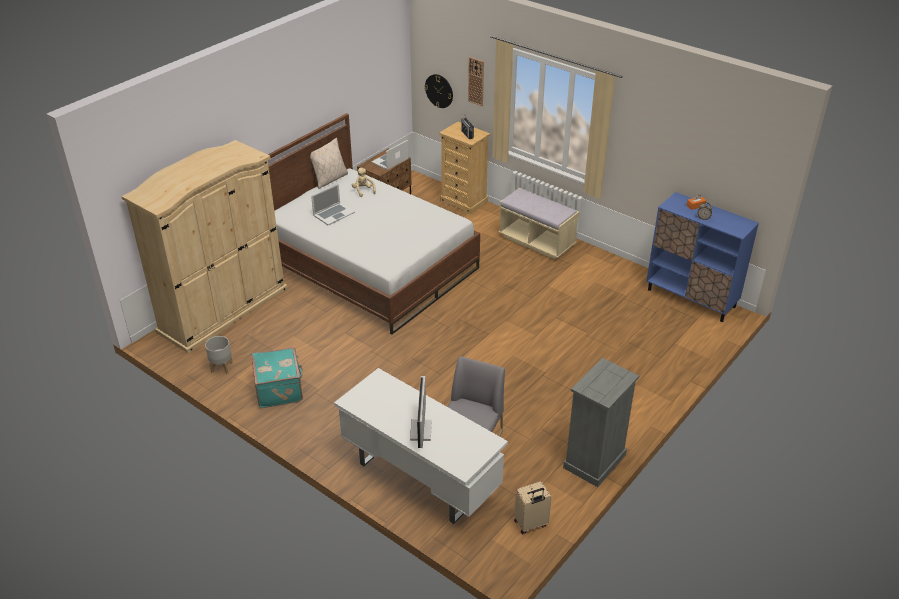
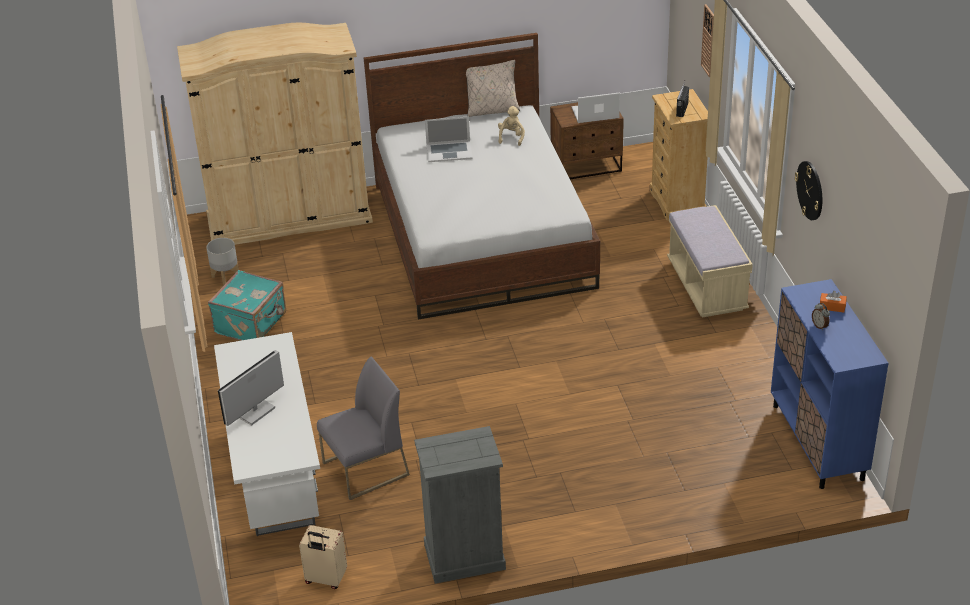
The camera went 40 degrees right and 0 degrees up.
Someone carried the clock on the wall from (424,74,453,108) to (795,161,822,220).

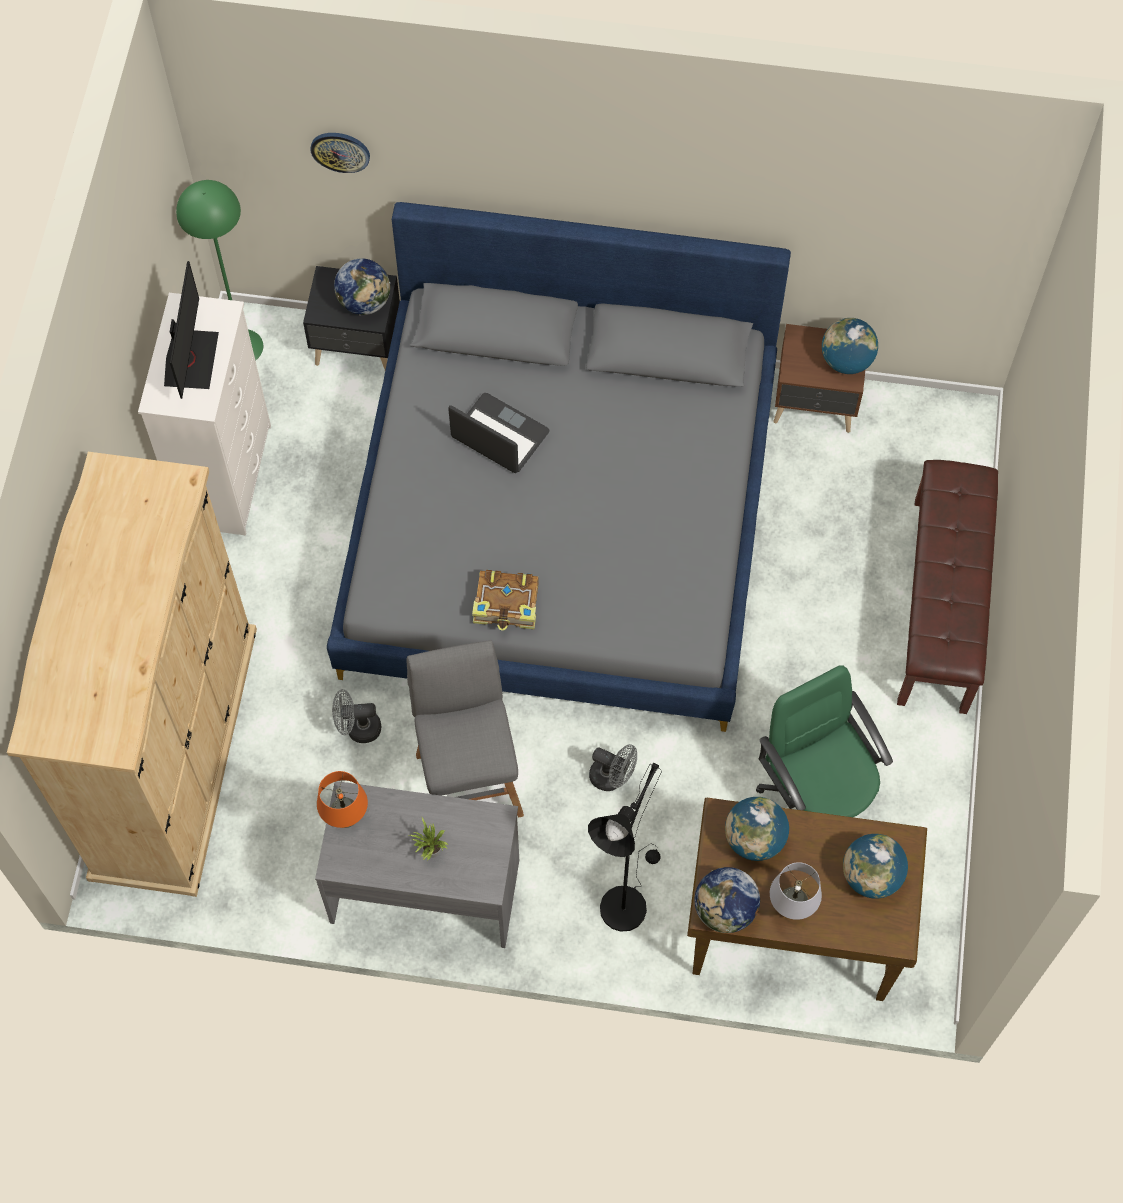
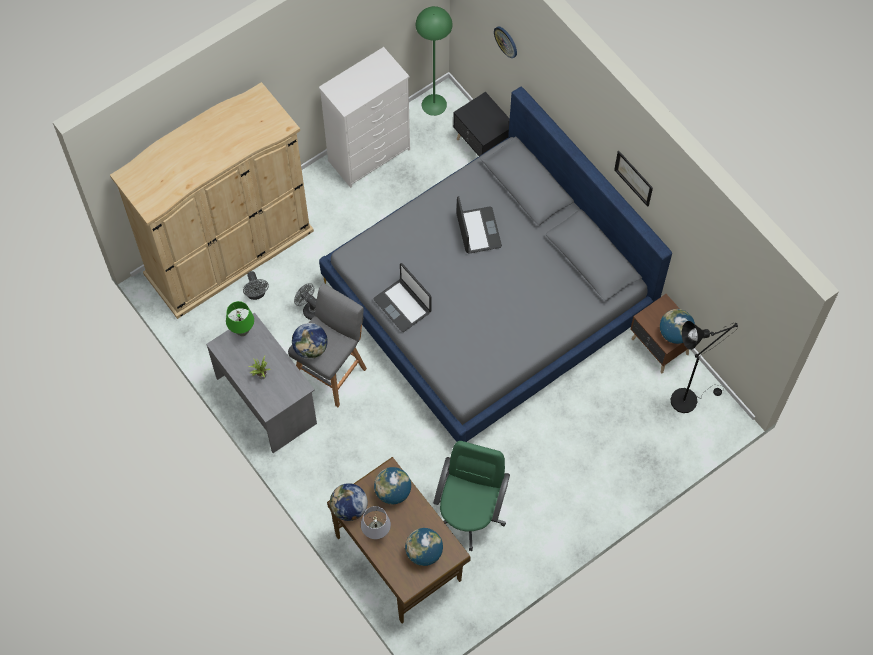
The camera went 45 degrees right and 0 degrees up.
Someone carried the world globe from (334,259,391,315) to (292,323,328,359).
Someone took away the monitor at (164,261,219,399).
Someone took away the brown-coloured bench at (897,460,998,714).
Someone swapped the volume at (472,569,538,631) for the portable computer at (374,263,431,332).
Someone carried the greyish fan from (589,744,637,791) to (243,271,269,300).
Someone carried the black-coloured standard lamp from (588,763,662,932) to (670,321,738,413).
Someone repainted the orange-coloured table lamp at (317,771,368,828), which became the greenish table lamp at (226,301,254,336).
Someone put up the picture at (614,151,653,207).

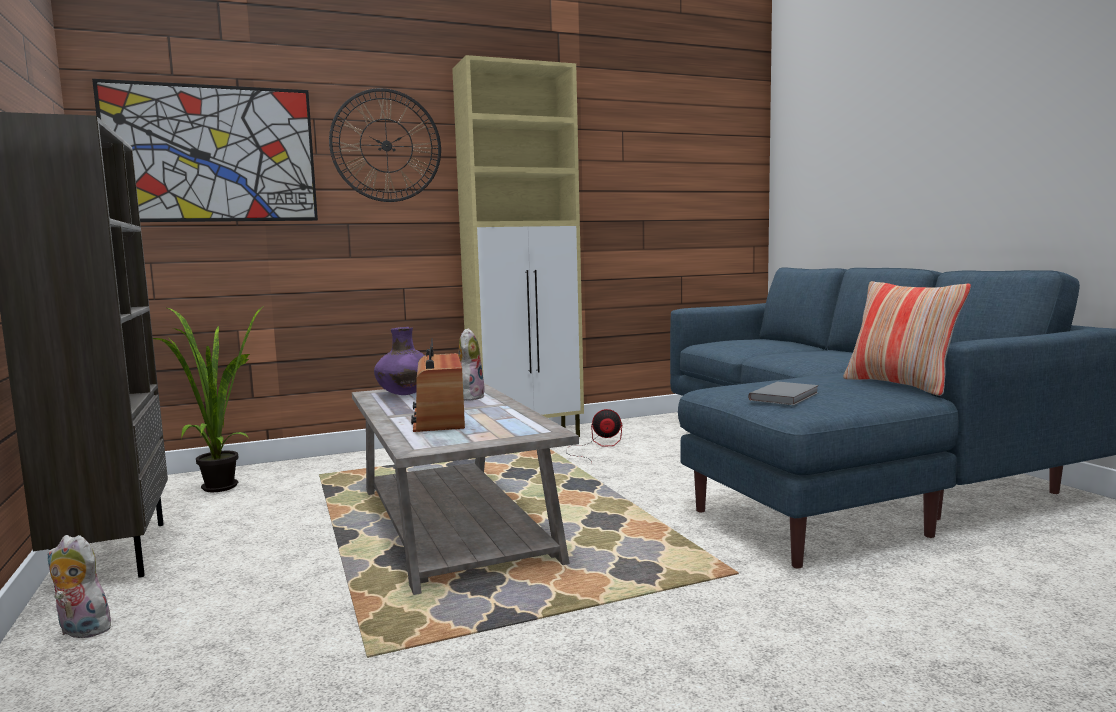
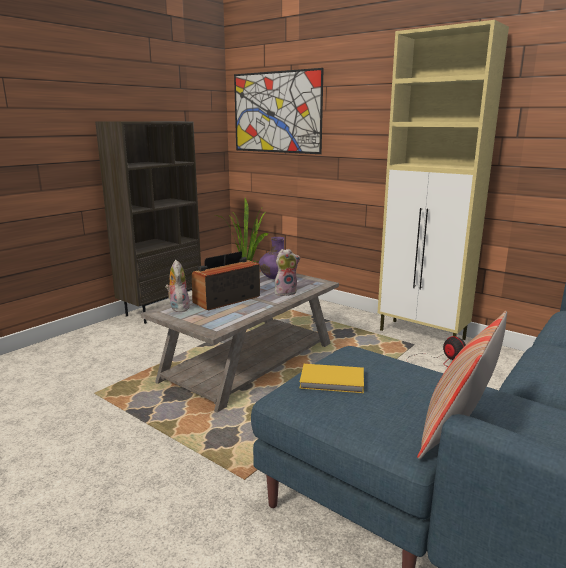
The camera went 60 degrees right and 10 degrees up.
Someone took away the clock on the wall at (329,88,441,202).
Someone repainted the greyish volume at (748,381,819,405), which became the yellow-coloured volume at (299,364,364,393).
Someone carried the soft toy from (47,535,111,638) to (165,260,190,312).

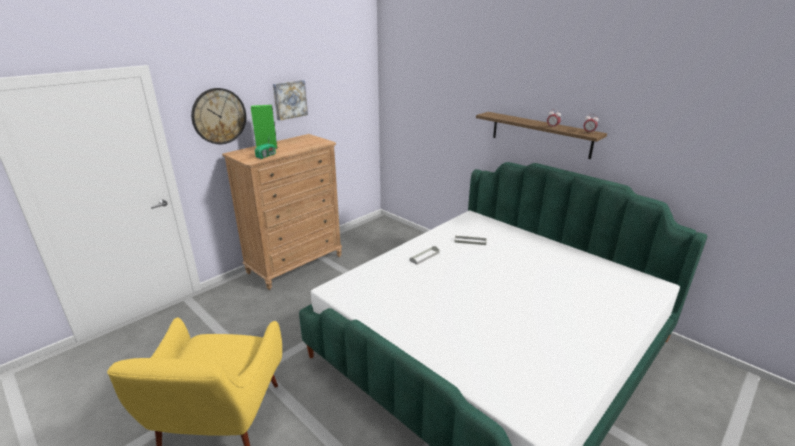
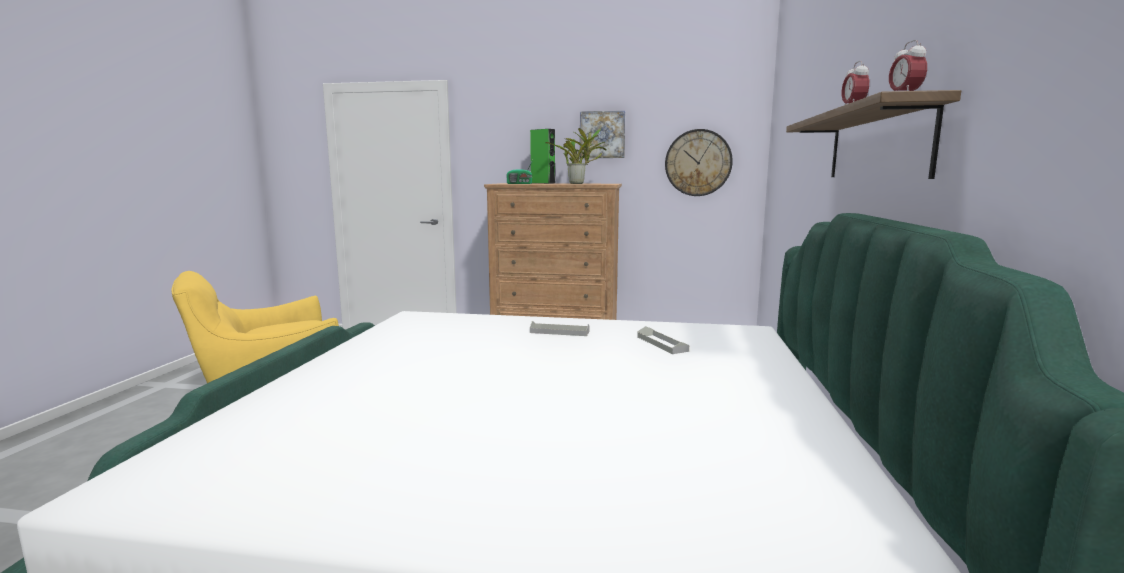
The camera went 55 degrees right and 15 degrees down.
Someone carried the clock on the wall from (191,88,246,144) to (665,129,733,196).
Someone put down the houseplant at (545,128,607,184).

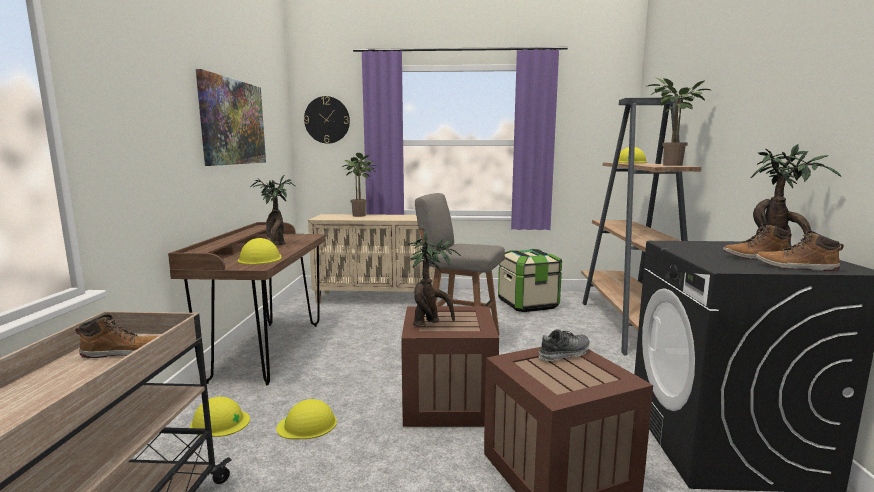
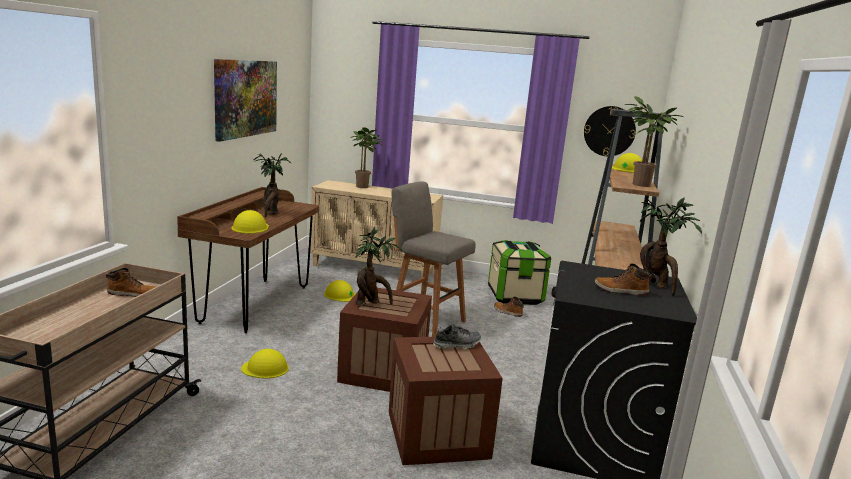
The camera went 10 degrees right and 5 degrees up.
Someone carried the clock on the wall from (304,96,350,144) to (584,106,636,156).
Someone carried the tall boot from (756,231,844,271) to (494,297,524,317).
Someone carried the yellow-coloured hard hat from (190,397,250,437) to (324,280,356,302).

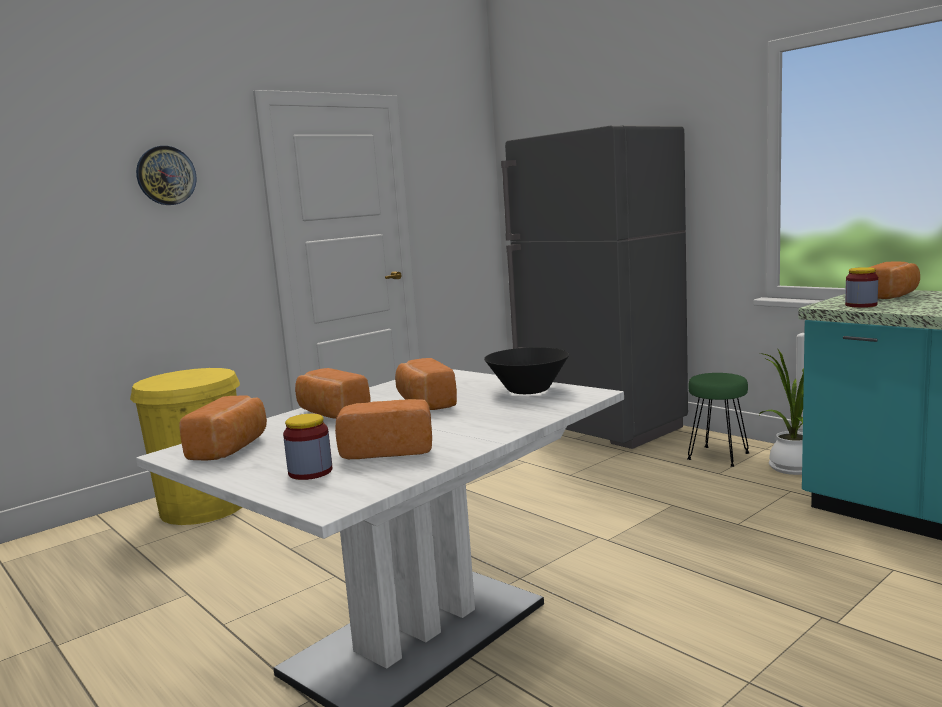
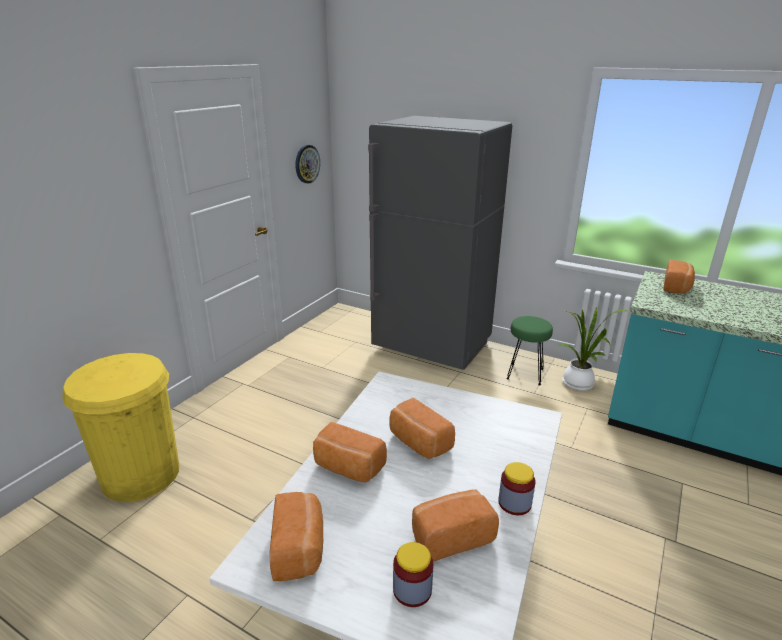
The camera went 20 degrees left and 15 degrees up.
Someone carried the clock on the wall from (136,146,197,205) to (295,145,320,183).
Someone carried the storage jar from (845,267,878,308) to (498,462,535,515).
Someone took away the black-coloured serving bowl at (484,347,569,394).

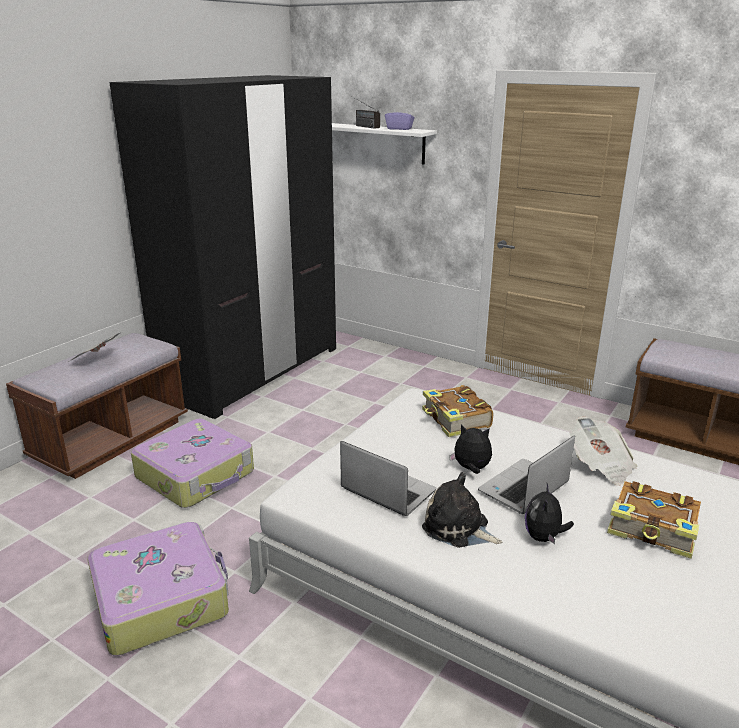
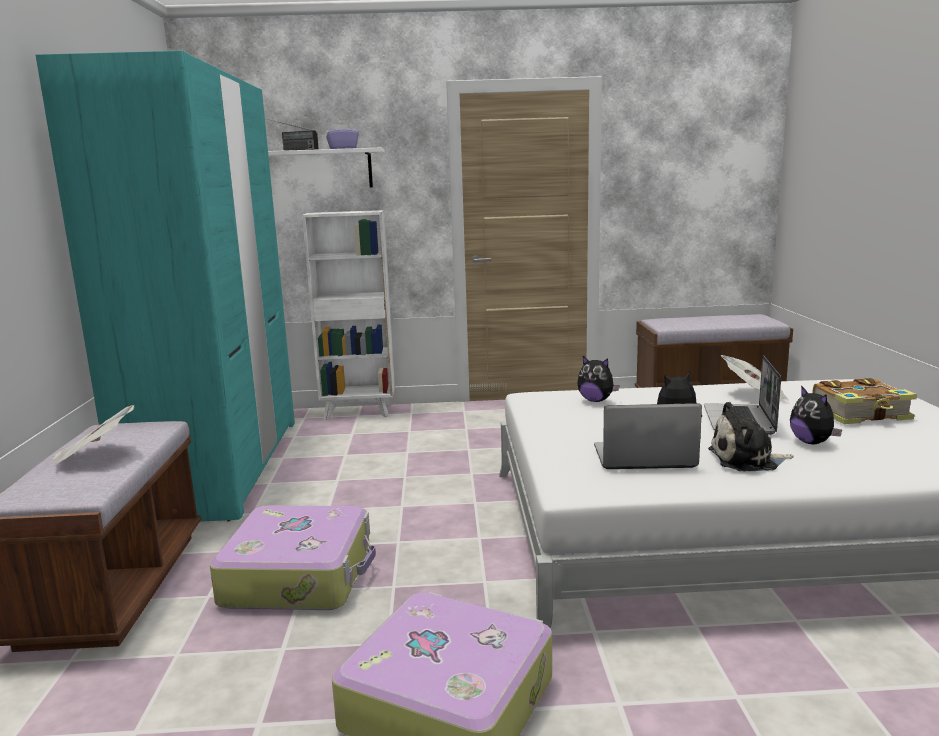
The camera went 35 degrees left and 10 degrees down.
Someone repainted the black-coloured armoire at (109,75,336,419), which became the turquoise armoire at (36,51,295,522).
Someone swapped the volume at (422,385,493,437) for the soft toy at (577,356,620,402).
Someone put down the white bookshelf at (302,210,395,420).

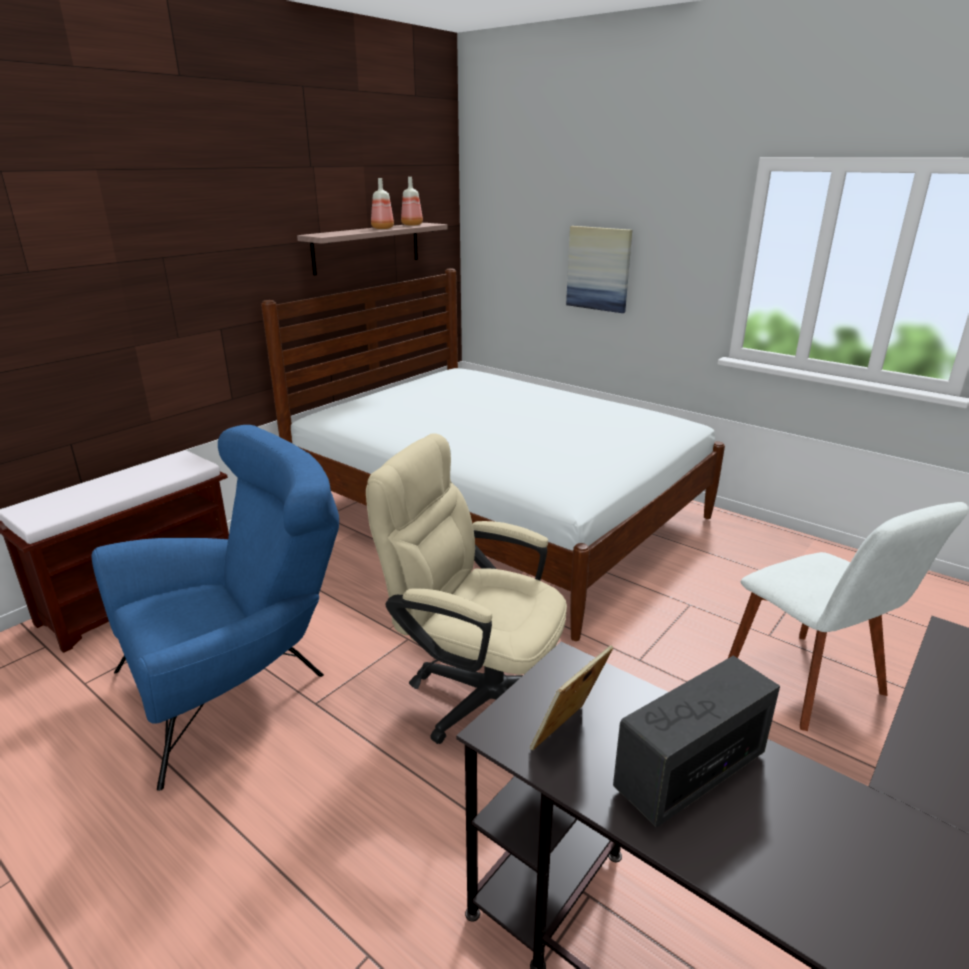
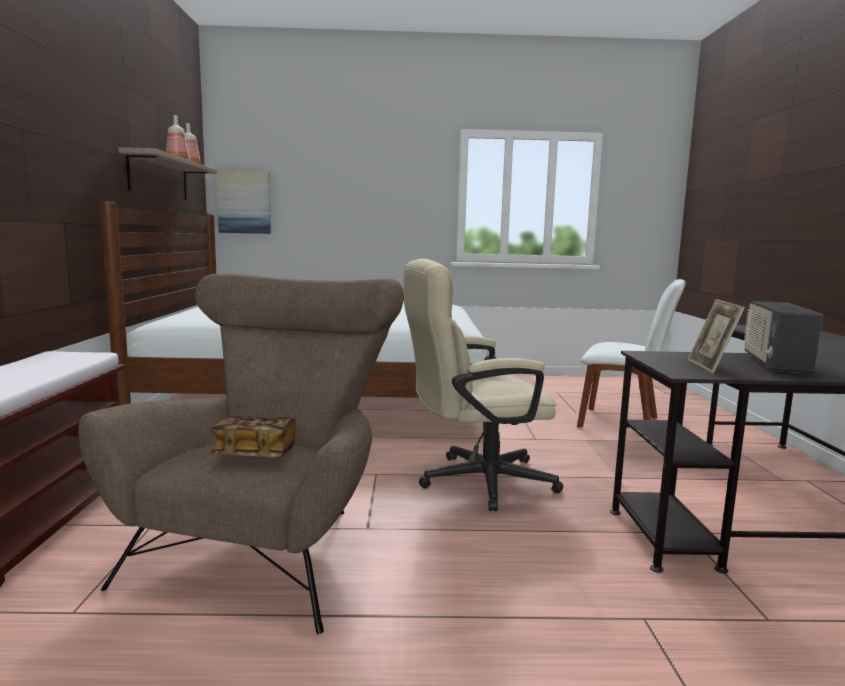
The camera went 40 degrees left and 15 degrees down.
Someone carried the picture from (566,226,632,313) to (216,171,271,234).
Someone repainted the blue lounge chair at (92,425,339,791), which became the brown-coloured lounge chair at (78,273,404,634).
Someone put down the volume at (211,416,296,457).

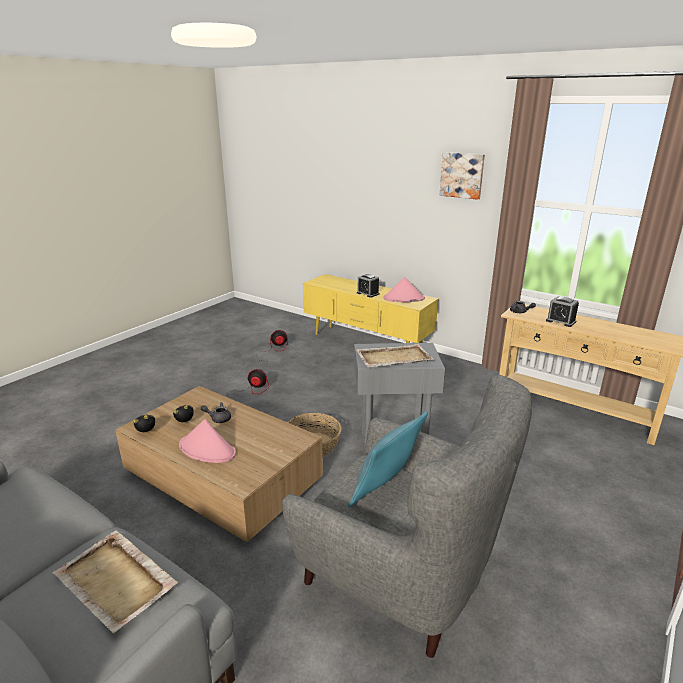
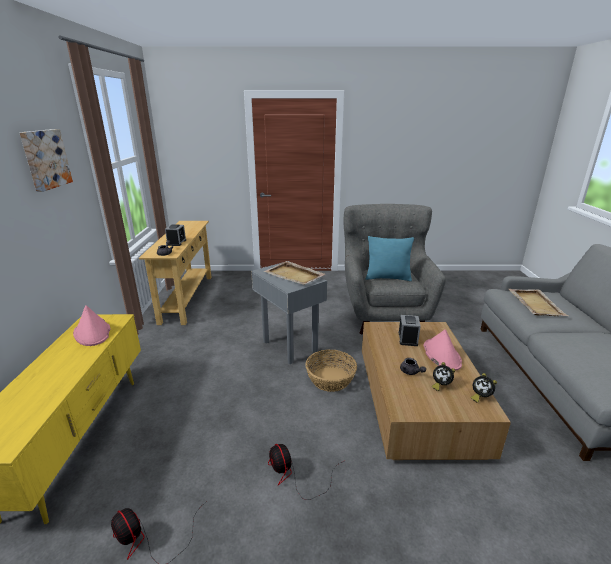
The camera went 125 degrees left and 0 degrees up.
Someone carried the bedside clock from (357,274,379,298) to (399,315,421,346).

